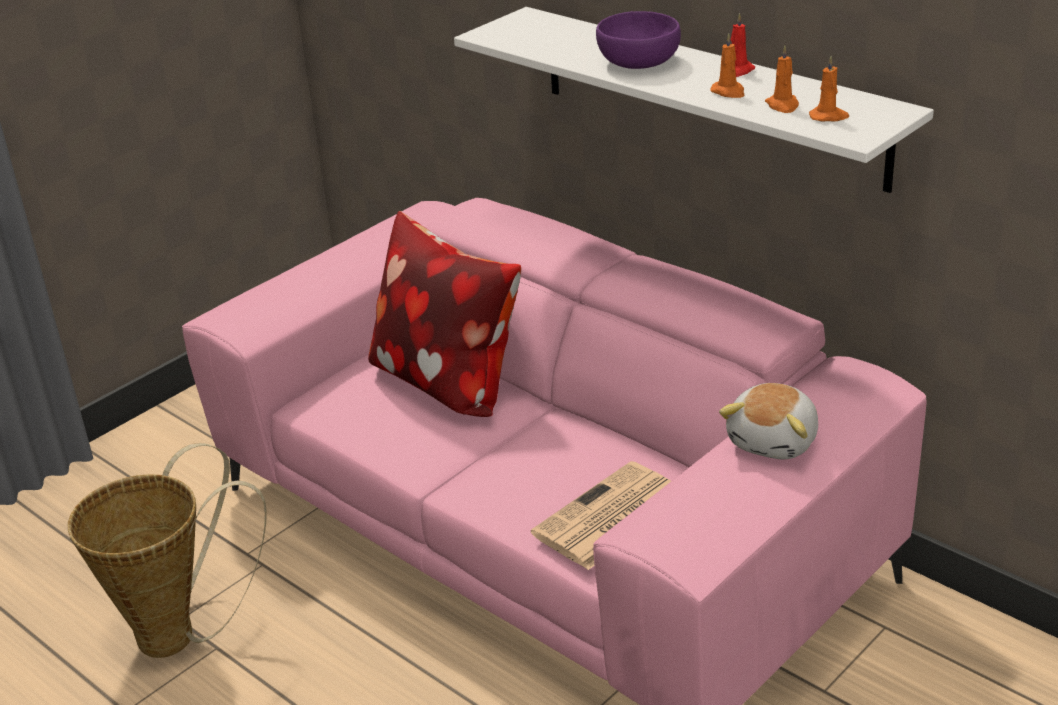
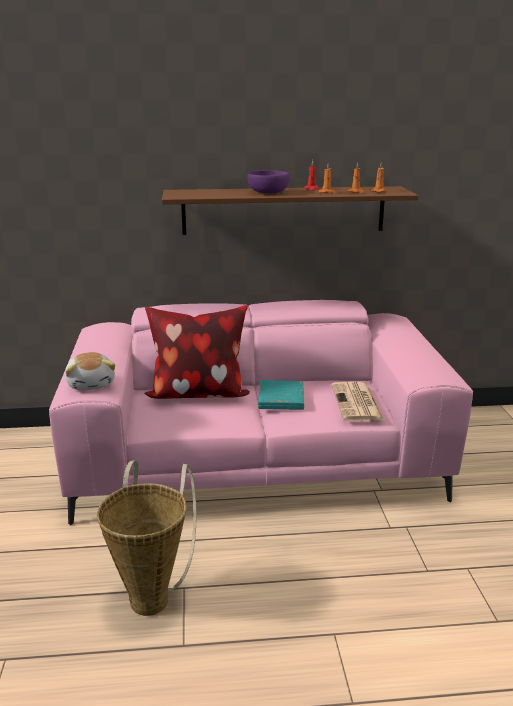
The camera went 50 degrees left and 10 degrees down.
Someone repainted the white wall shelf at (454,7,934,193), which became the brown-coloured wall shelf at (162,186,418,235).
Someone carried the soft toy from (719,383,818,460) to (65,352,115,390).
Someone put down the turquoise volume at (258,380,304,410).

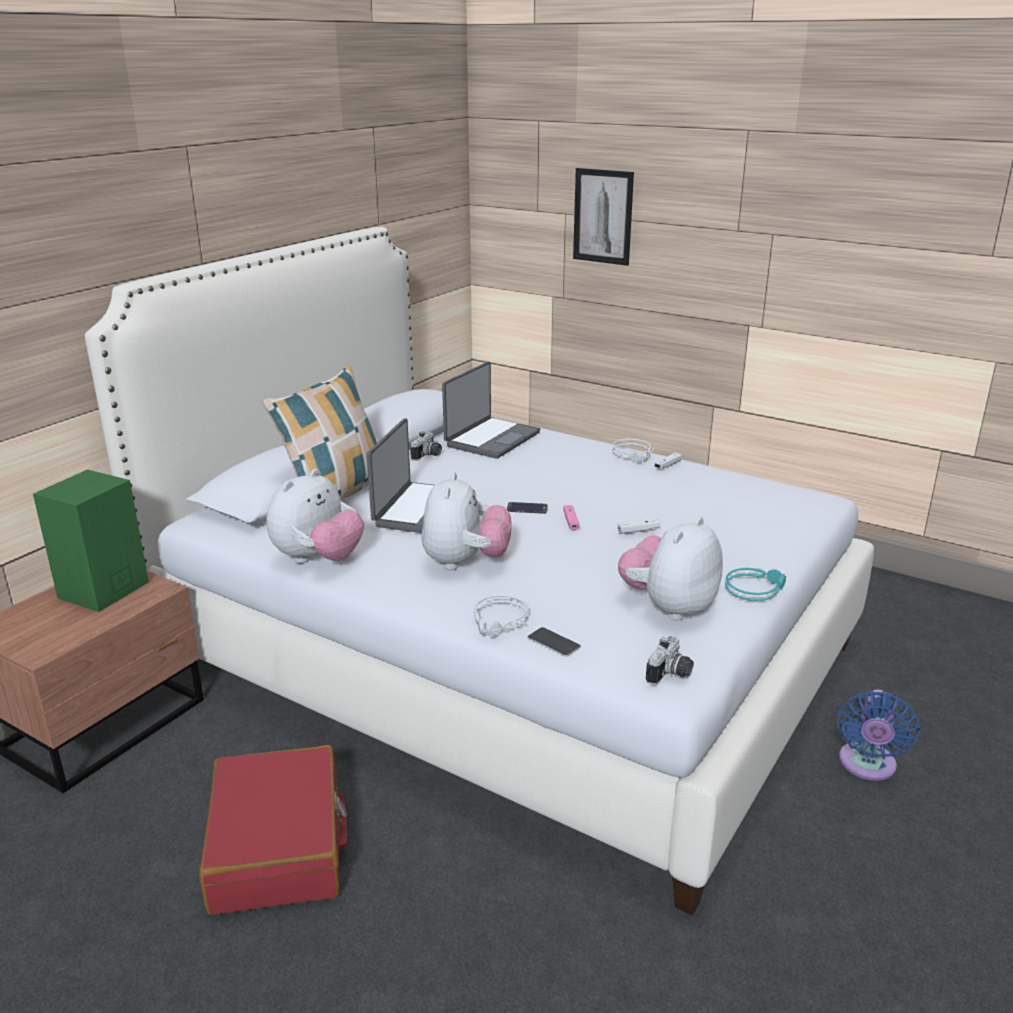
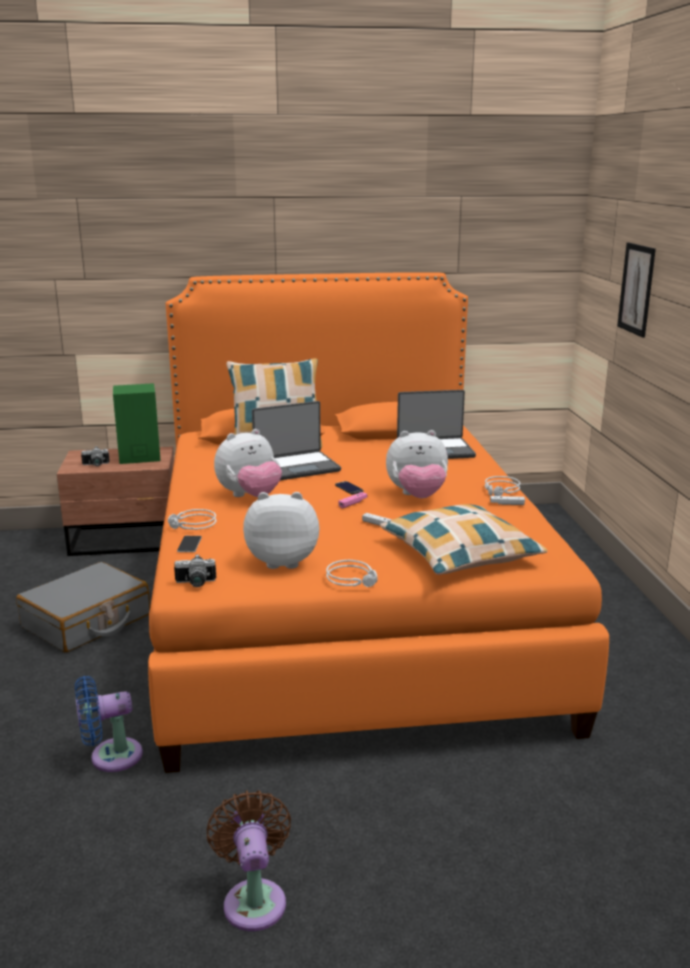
The camera went 50 degrees right and 5 degrees down.
Someone repainted the white sleeping bed at (85,227,874,916), which became the orange-coloured sleeping bed at (148,272,609,773).
Someone carried the photo camera from (410,431,442,461) to (81,446,110,466).
Someone carried the soft toy from (266,469,364,563) to (386,430,448,498).
Someone repainted the turquoise headphones at (725,568,786,601), which became the greyish headphones at (326,560,378,587).
Someone carried the blue fan from (837,689,920,781) to (75,676,143,772).
Someone repainted the reddish suitcase at (199,745,347,915), which became the greyish suitcase at (16,562,150,652).
Someone put down the pillow at (380,504,548,575).
Someone put down the brown-coloured fan at (207,790,291,931).

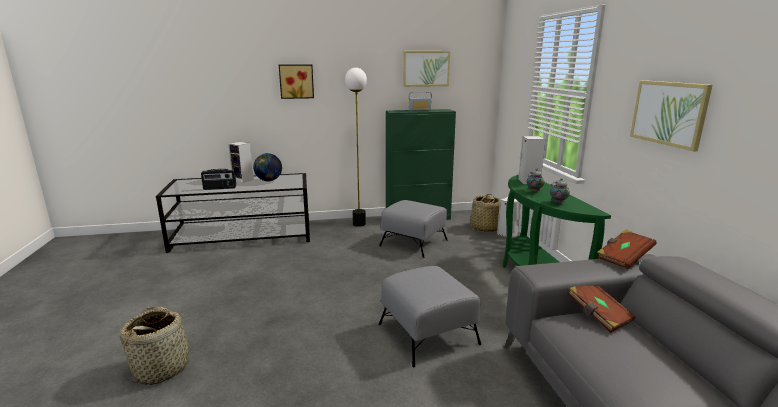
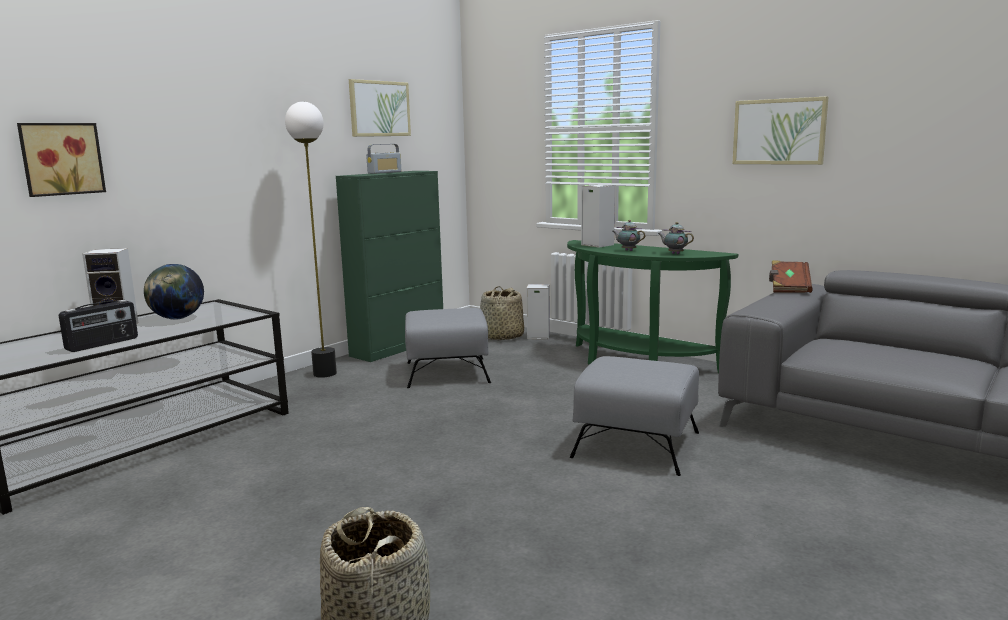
The camera went 40 degrees left and 5 degrees down.
Someone carried the picture from (279,65,314,99) to (17,123,106,197).
Someone took away the brown-coloured volume at (568,286,636,333).

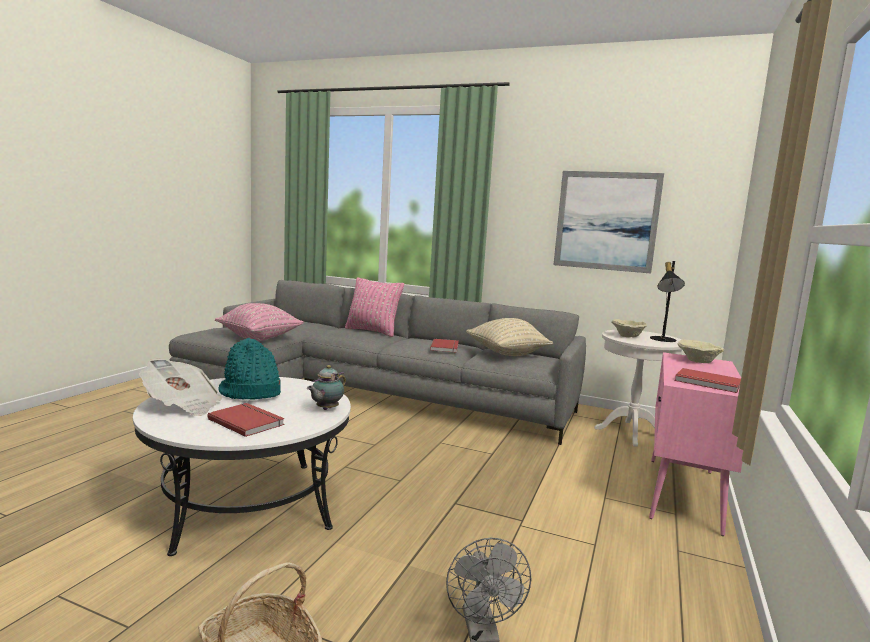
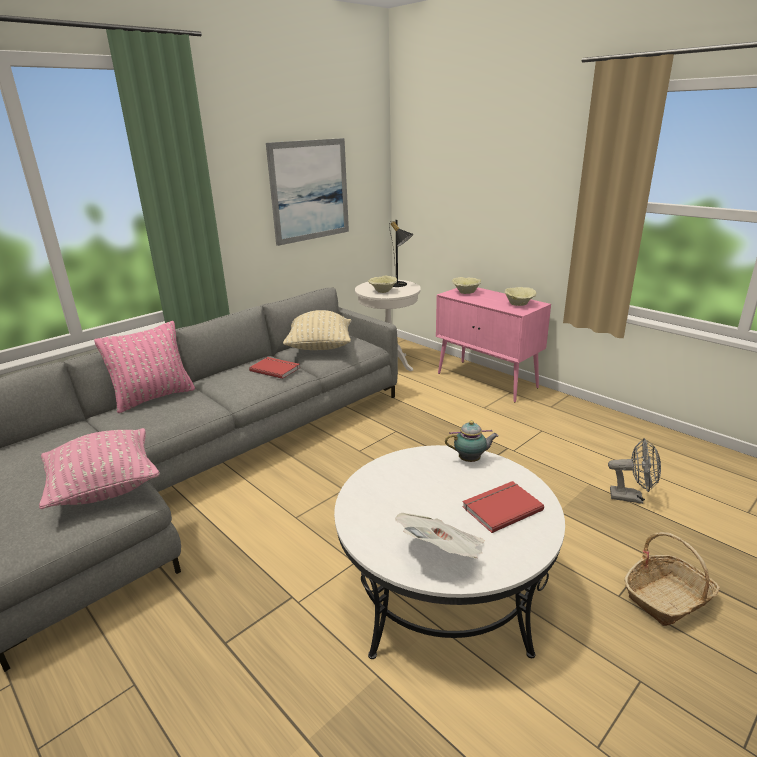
The camera went 65 degrees left and 15 degrees up.
Someone took away the turquoise wearable hat at (219,338,281,400).
Someone rotated the tea pot at (307,365,346,410) by 60 degrees counterclockwise.
Someone swapped the reddish volume at (675,368,741,393) for the beige serving bowl at (504,287,537,306).

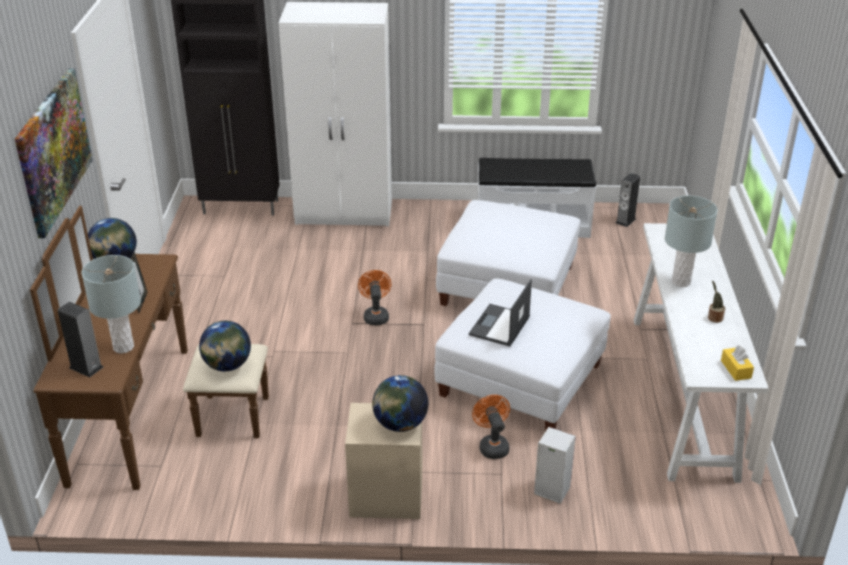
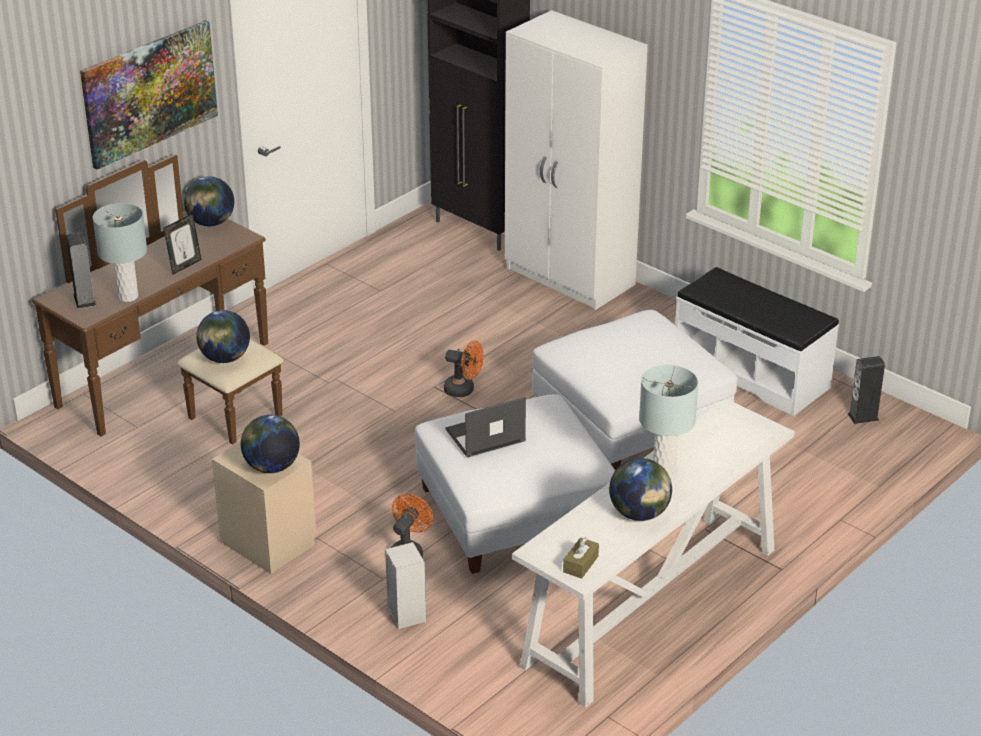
The camera went 40 degrees right and 0 degrees up.
Someone rotated the orange-coloured fan at (358,270,392,325) by 75 degrees clockwise.
Someone swapped the houseplant at (708,281,725,323) for the world globe at (609,458,672,521).
Someone repainted the yellow-coloured box of tissues at (721,345,754,381), which became the brown-coloured box of tissues at (563,537,599,579).

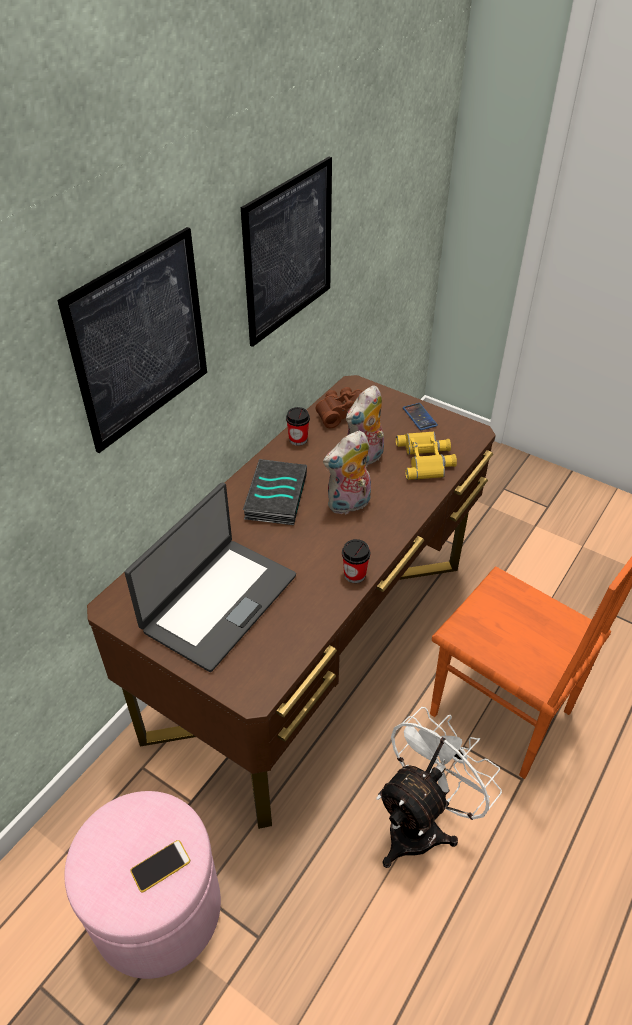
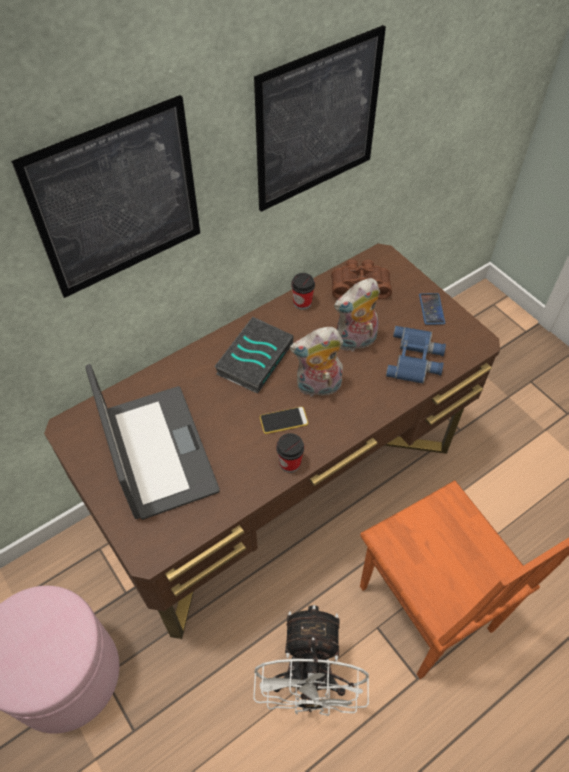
The camera went 20 degrees right and 10 degrees up.
Someone repainted the yellow-coloured field glasses at (396,431,457,480), which became the blue field glasses at (386,326,446,384).
Someone rotated the portable computer at (124,482,296,672) by 75 degrees counterclockwise.
Someone rotated the white fan at (377,707,502,868) by 120 degrees clockwise.
Someone carried the phone from (130,840,190,892) to (260,407,308,434).

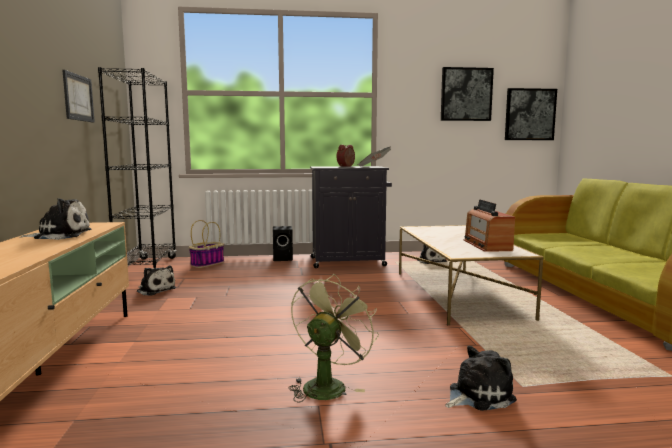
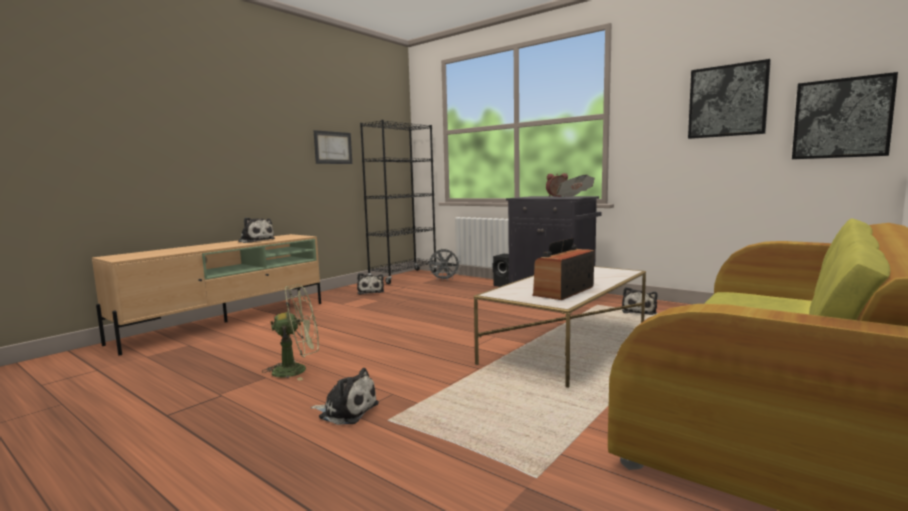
The camera went 45 degrees right and 0 degrees up.
Someone swapped the basket at (189,220,224,268) for the greyish fan at (429,248,461,281).

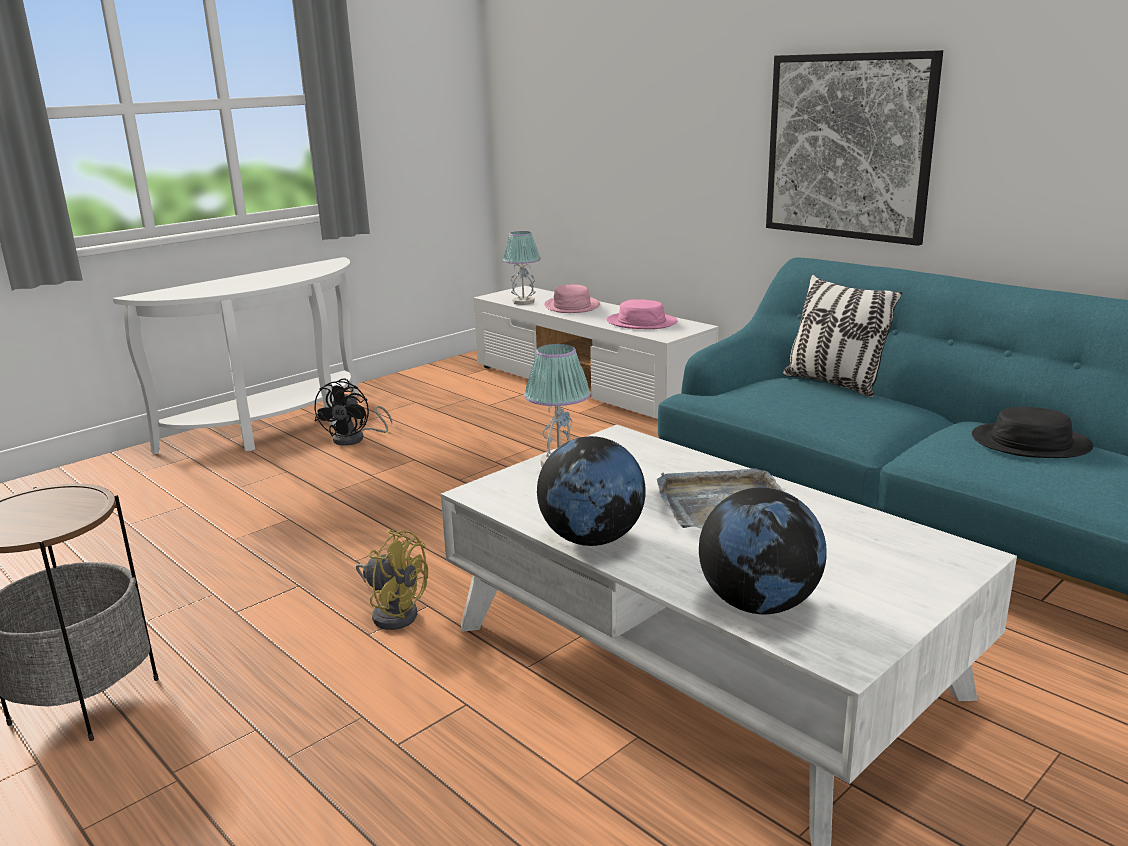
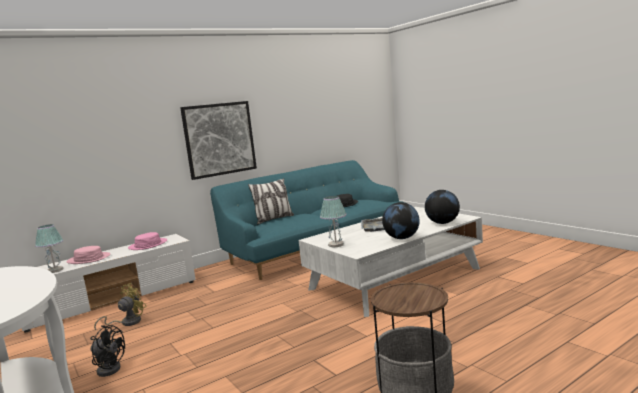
The camera went 80 degrees left and 10 degrees down.
Someone carried the yellow-coloured fan from (356,530,428,630) to (94,283,147,330).

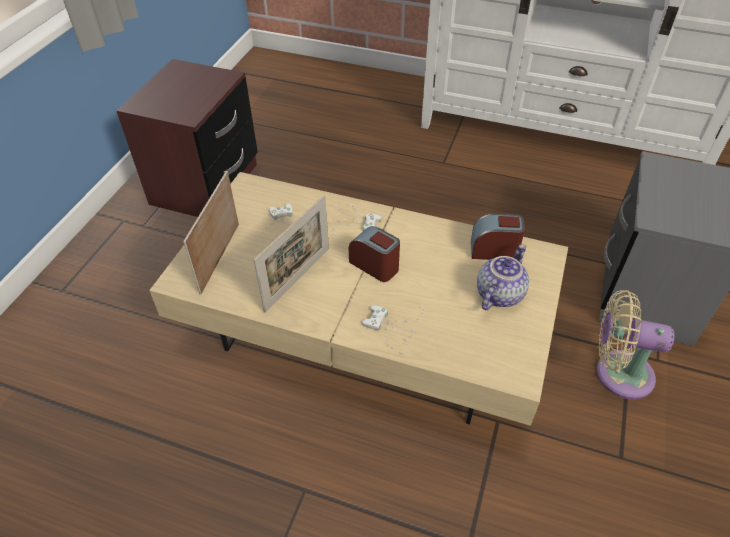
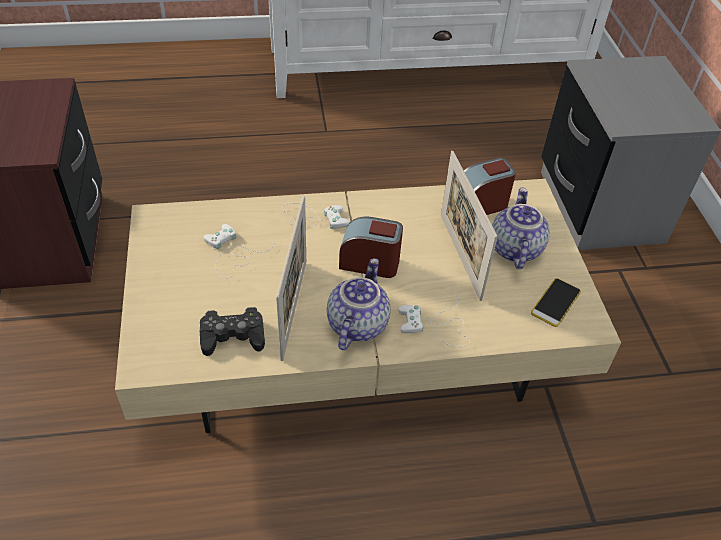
The camera went 30 degrees left and 0 degrees up.
Someone carried the picture frame from (183,171,239,295) to (441,151,498,301).
Someone took away the beige fan at (597,290,675,400).
Someone put down the tea pot at (327,258,391,350).
Someone put down the phone at (531,278,581,327).
Someone put down the black-coloured joypad at (200,307,265,356).

